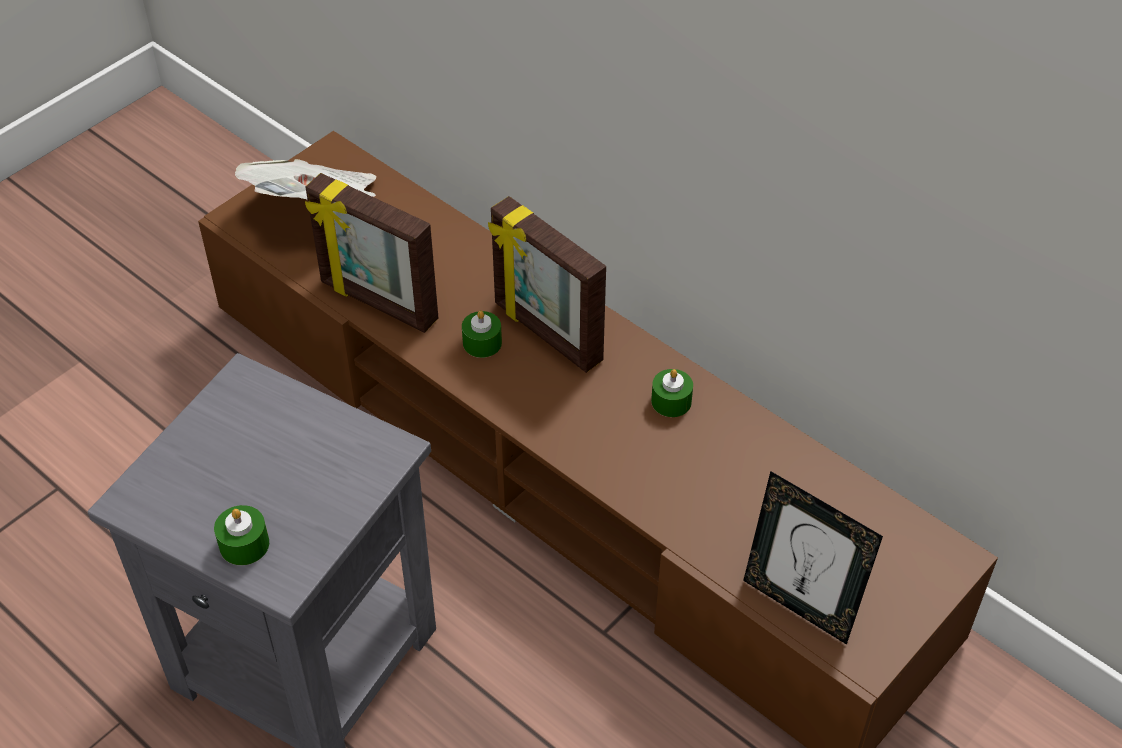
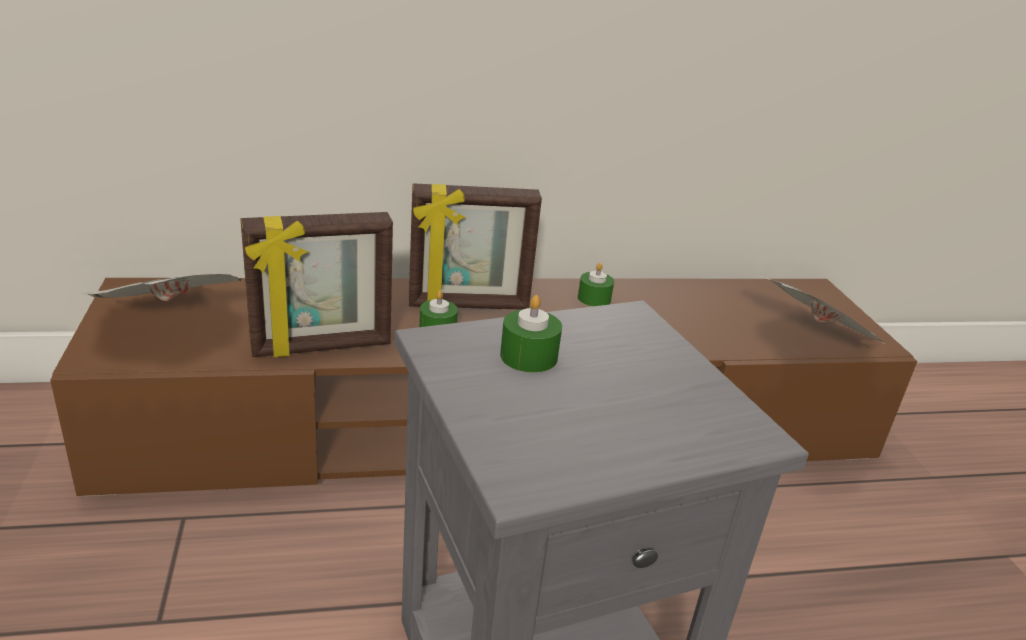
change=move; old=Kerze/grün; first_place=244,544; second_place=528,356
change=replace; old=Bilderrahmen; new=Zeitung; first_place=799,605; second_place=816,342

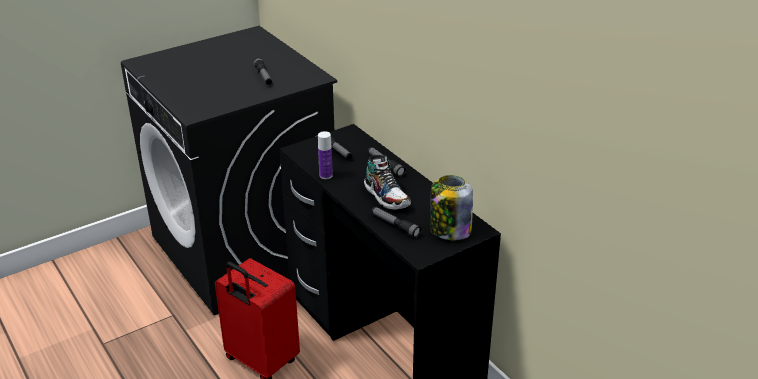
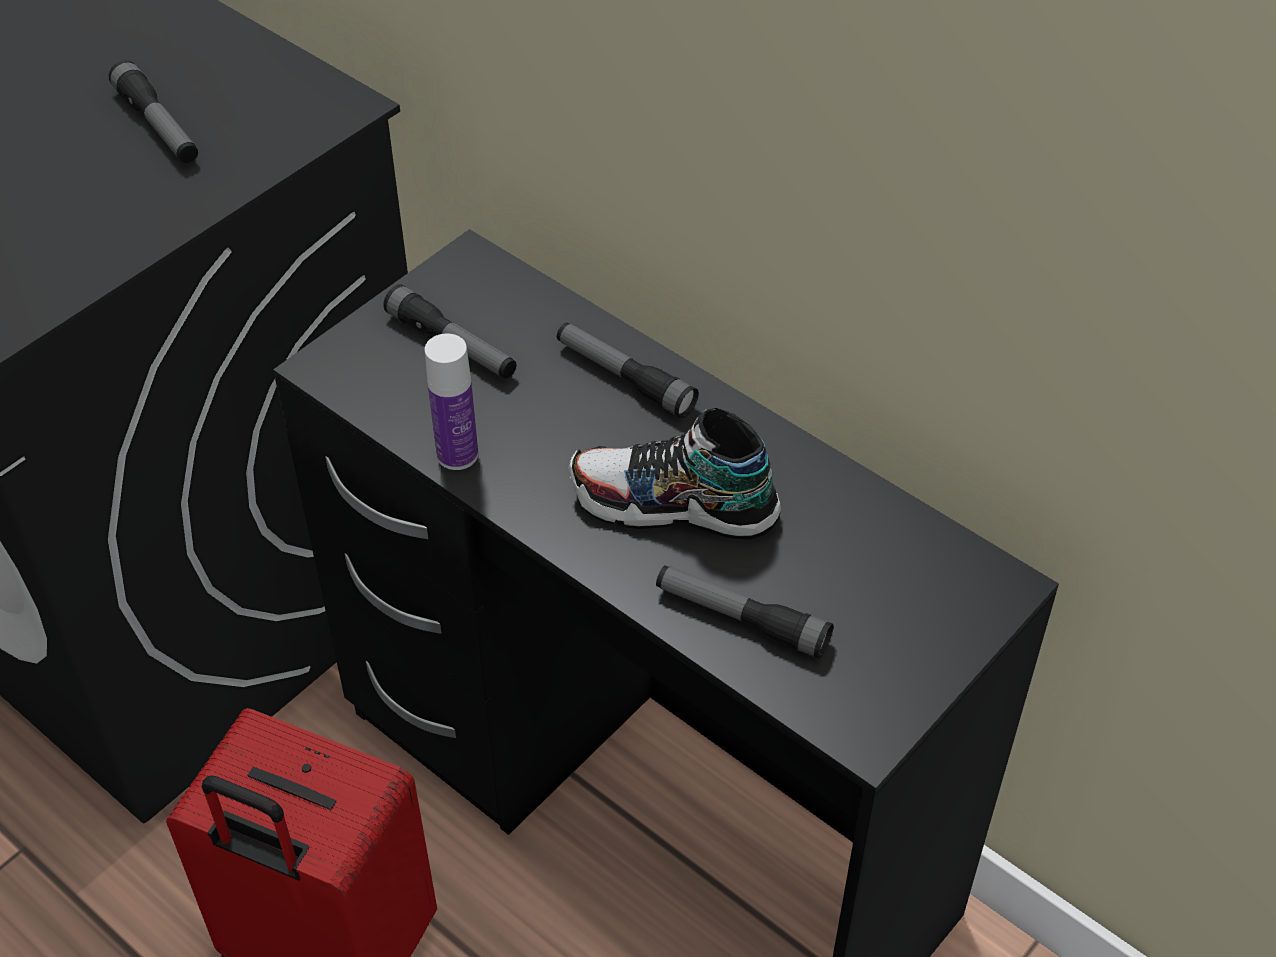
change=delete; old=Vorratsglas; first_place=449,230
change=rotate; old=Schuh; first_place=386,197; second_place=674,506; degrees=150

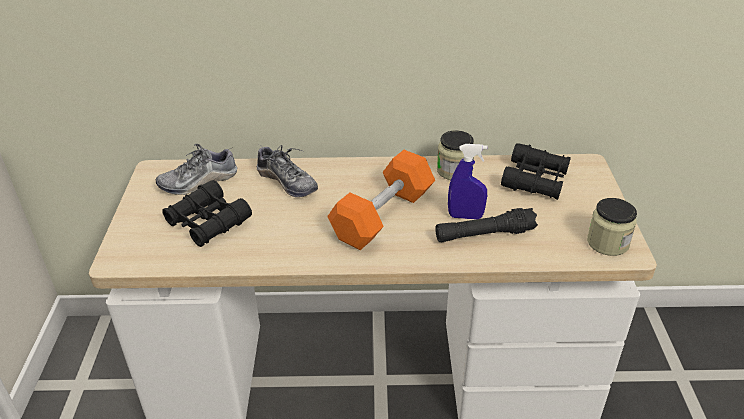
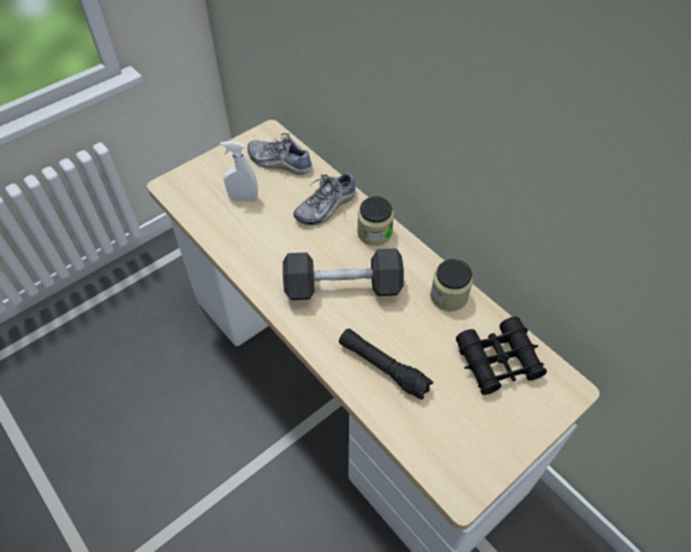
change=delete; old=Sprühflasche/blau; first_place=465,216
change=move; old=Vorratsglas; first_place=607,243; second_place=374,233
change=replace; old=Fernglas/schwarz; new=Sprühflasche/weiß; first_place=208,222; second_place=243,198
change=recolor; old=Hantel/orange; new=Hantel/schwarz; first_place=383,215; second_place=343,287
change=rotate; old=Schuh; first_place=287,182; second_place=326,207; degrees=45

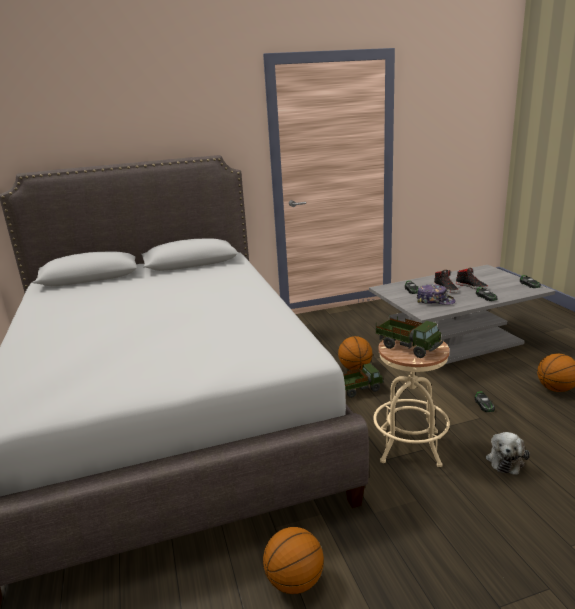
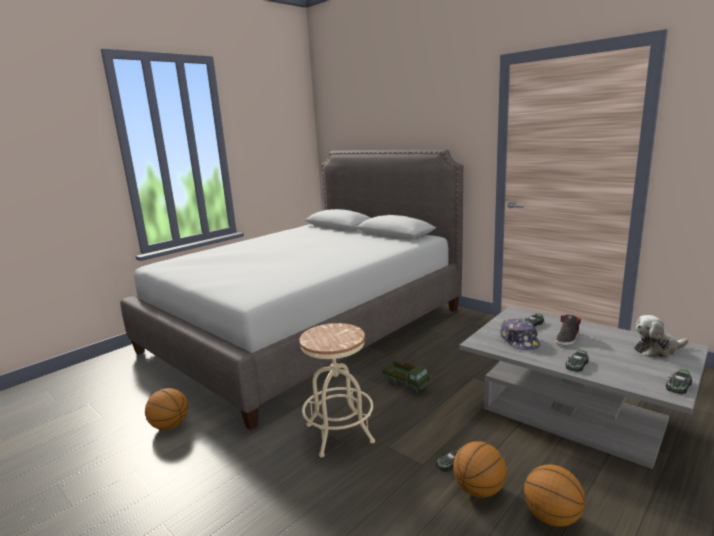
change=delete; old=Spielzeuglaster; first_place=408,347
change=delete; old=Schuh/schwarz; first_place=471,286
change=move; old=Basketball; first_place=355,368; second_place=479,489
change=move; old=Plüschtier; first_place=505,460; second_place=657,350

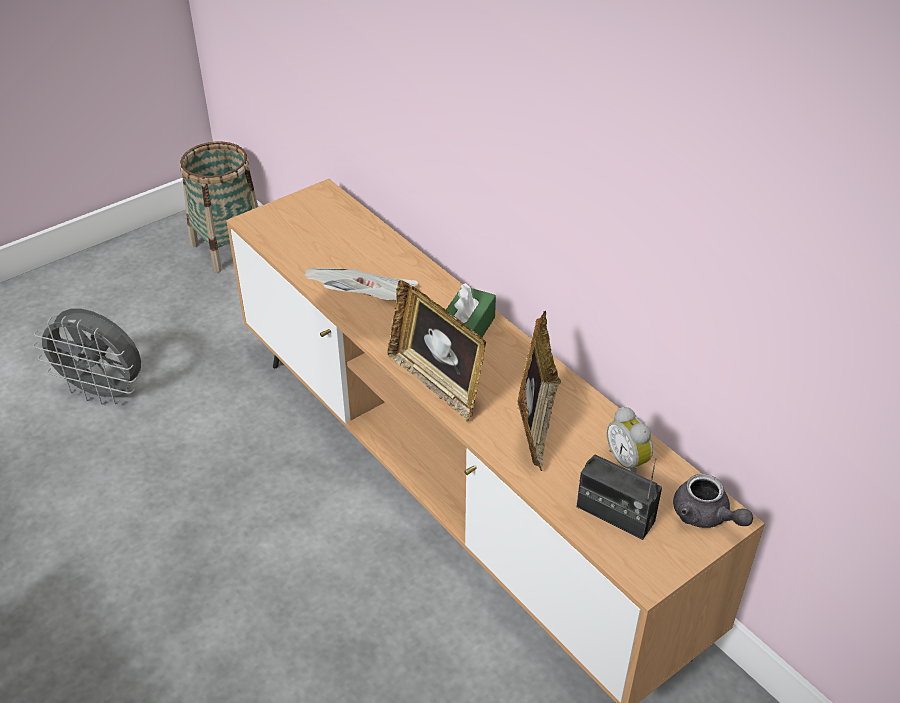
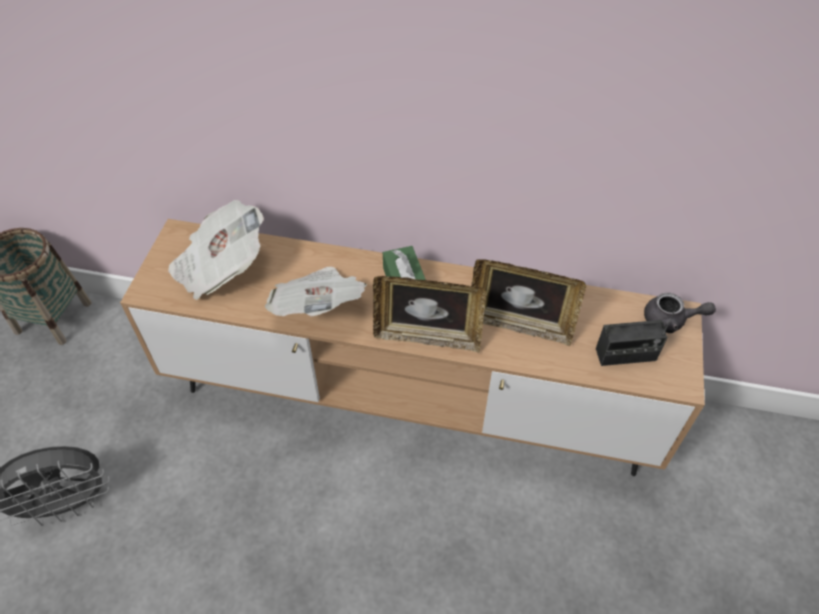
change=delete; old=Wecker; first_place=628,461
change=insert; new=Zeitung; second_place=220,267
change=rotate; old=Bilderrahmen; first_place=536,425; second_place=520,324; degrees=135

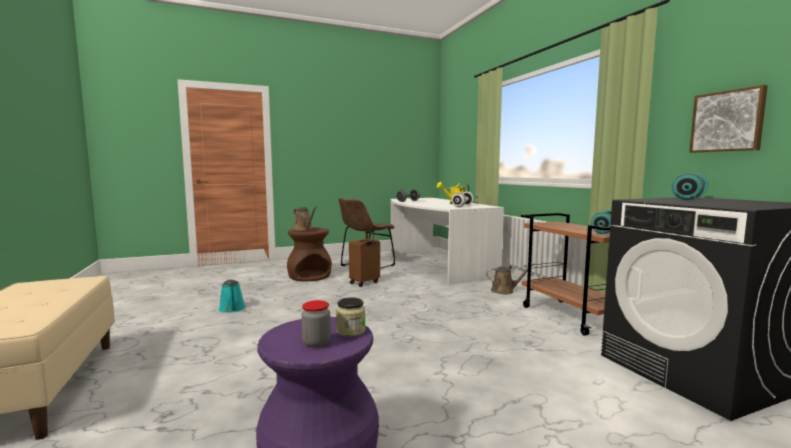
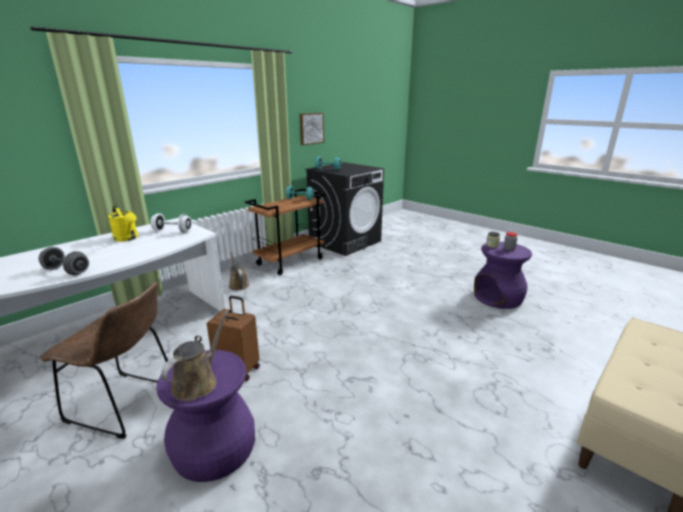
change=delete; old=Gießkanne/türkis; first_place=232,309
change=recolor; old=Hocker/braun; new=Hocker/lila; first_place=310,276; second_place=213,448

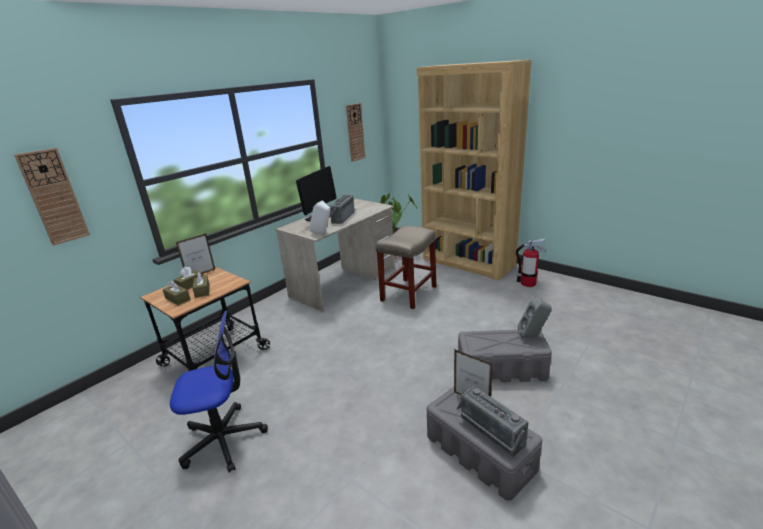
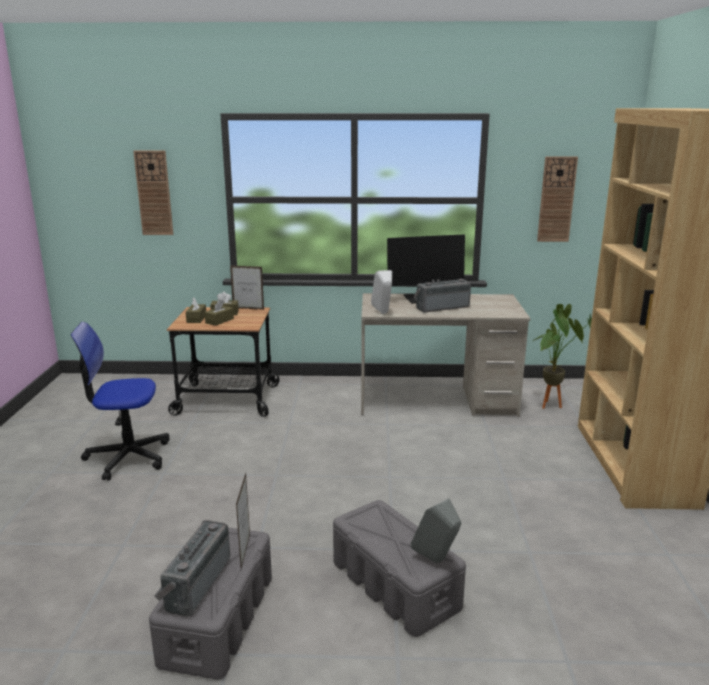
change=delete; old=Hocker/beige; first_place=408,294
change=delete; old=Feuerlöscher; first_place=528,283
change=rotate; old=Bürostuhl; first_place=224,439; second_place=128,457; degrees=135

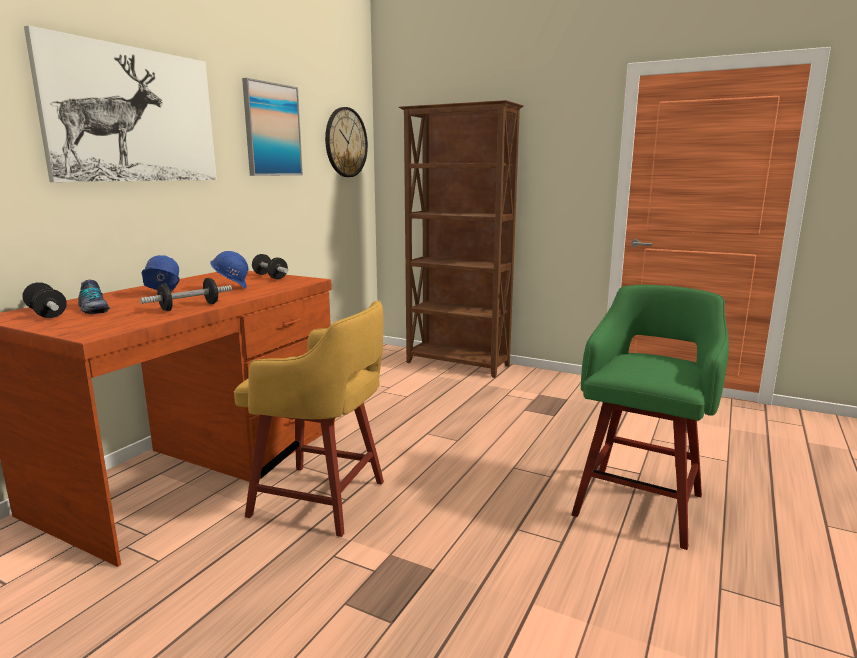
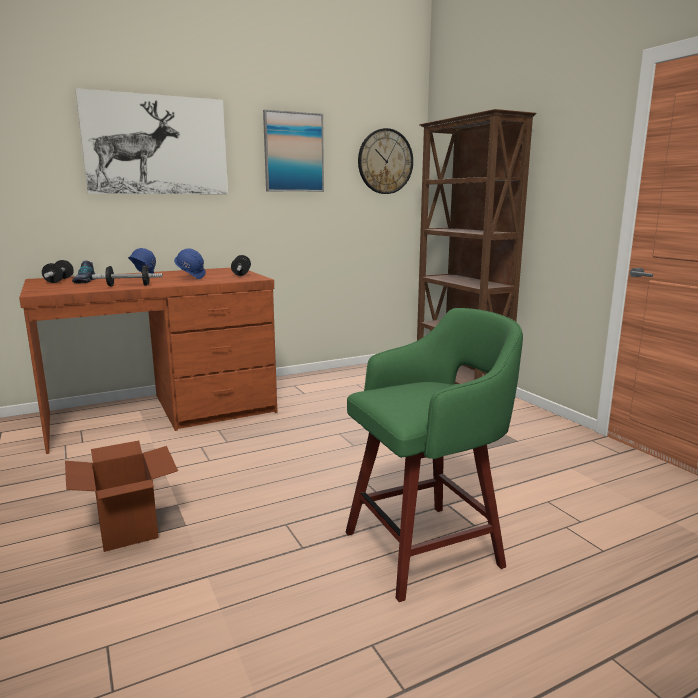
change=delete; old=Hocker/gelb; first_place=322,500
change=insert; new=Karton; second_place=128,528

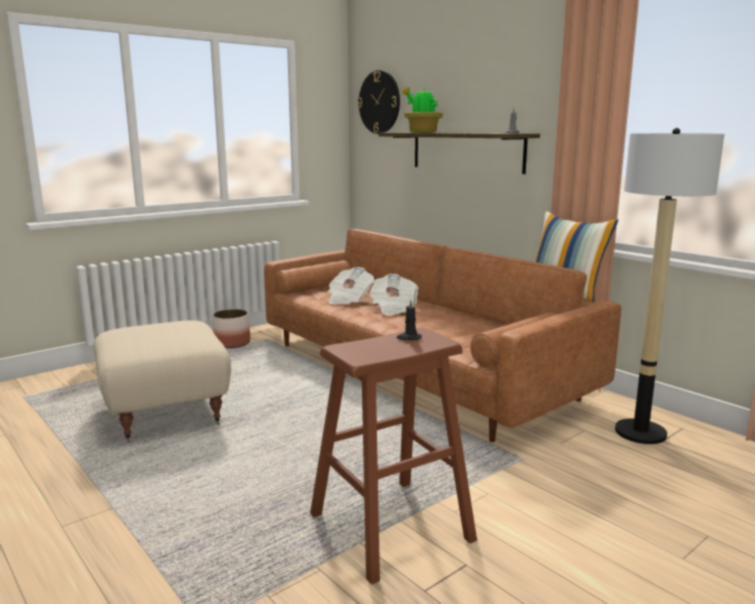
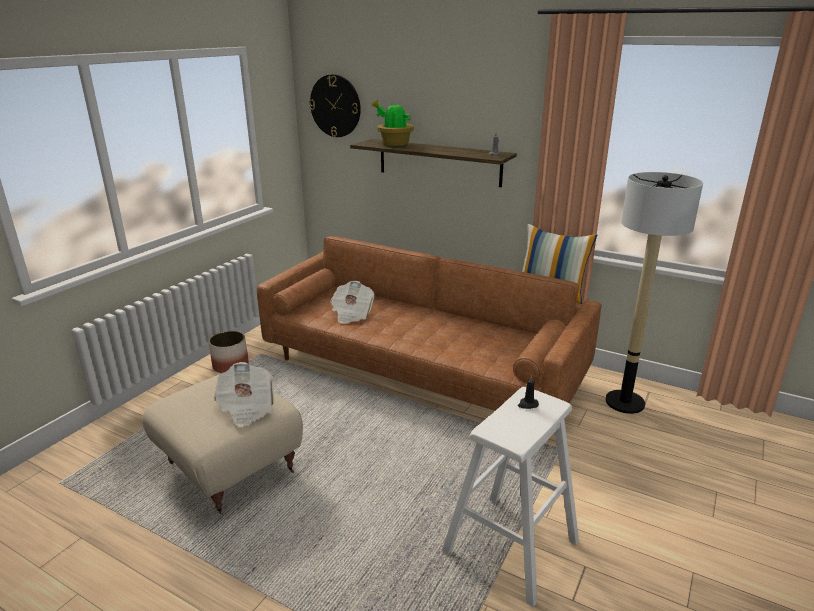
change=move; old=Zeitung; first_place=393,308; second_place=247,408
change=recolor; old=Hocker/braun; new=Hocker/weiß; first_place=390,527; second_place=510,546

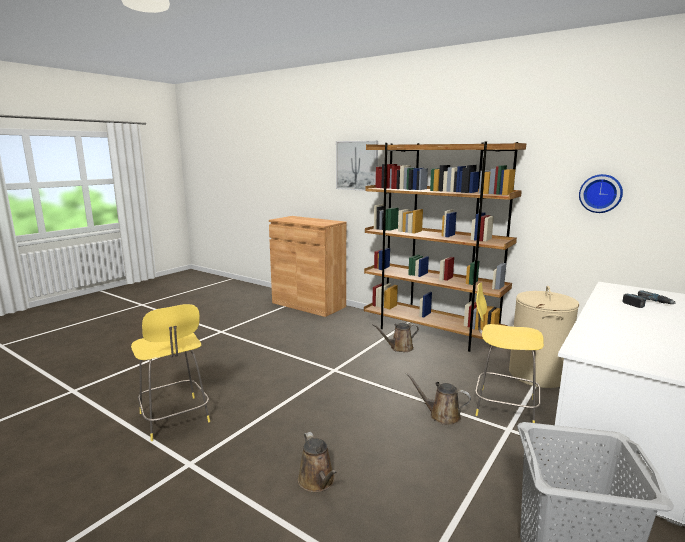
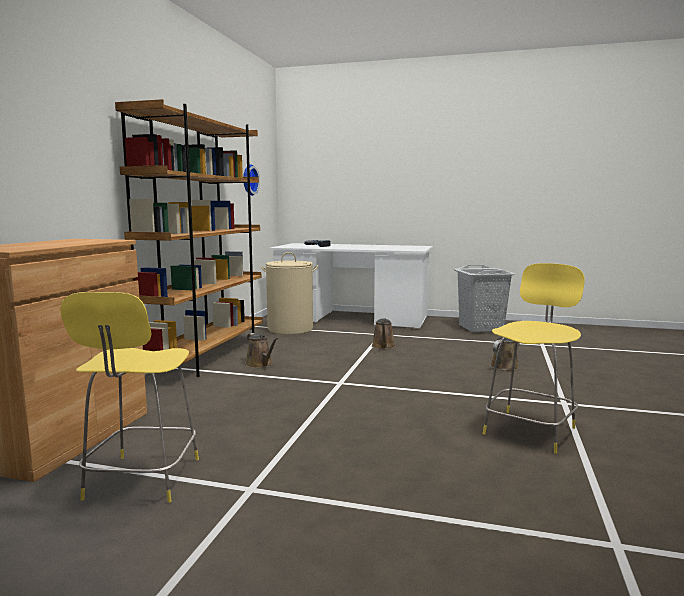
change=delete; old=Bild; first_place=357,165
change=move; old=Hocker/gelb; first_place=502,406; second_place=141,480

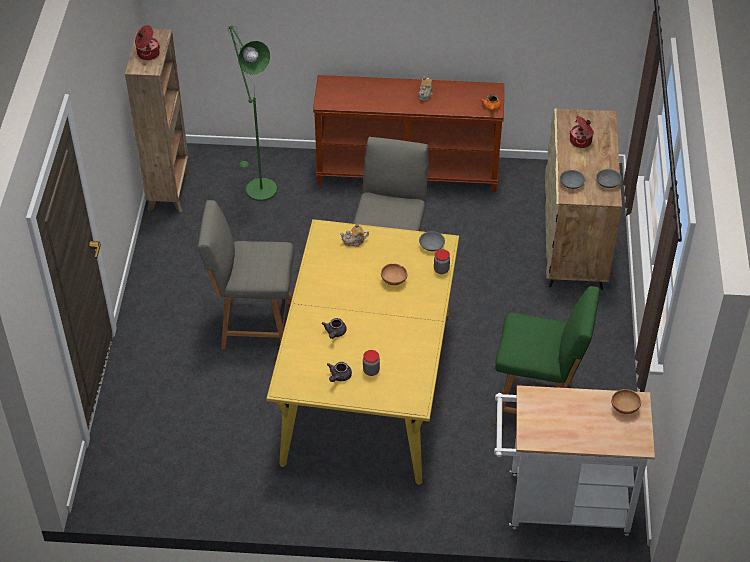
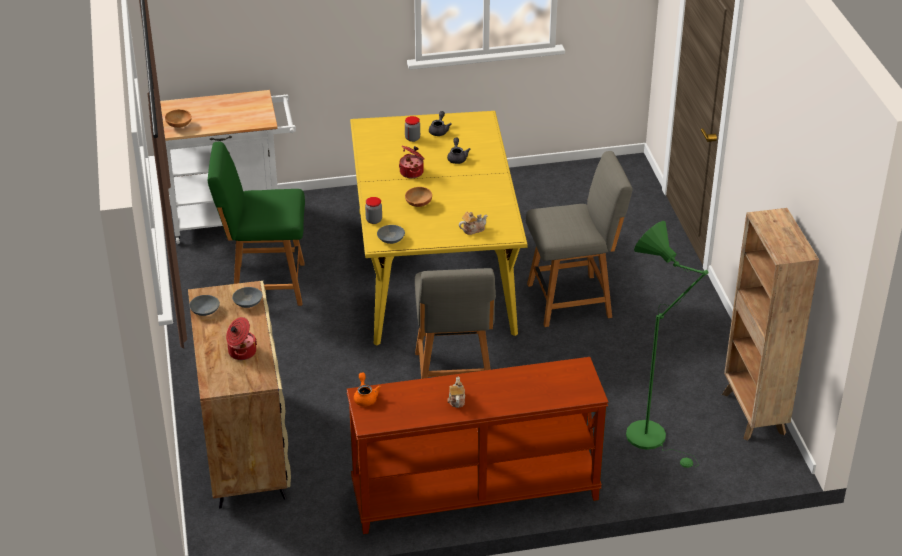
change=move; old=Kochtopf; first_place=147,53; second_place=412,172

